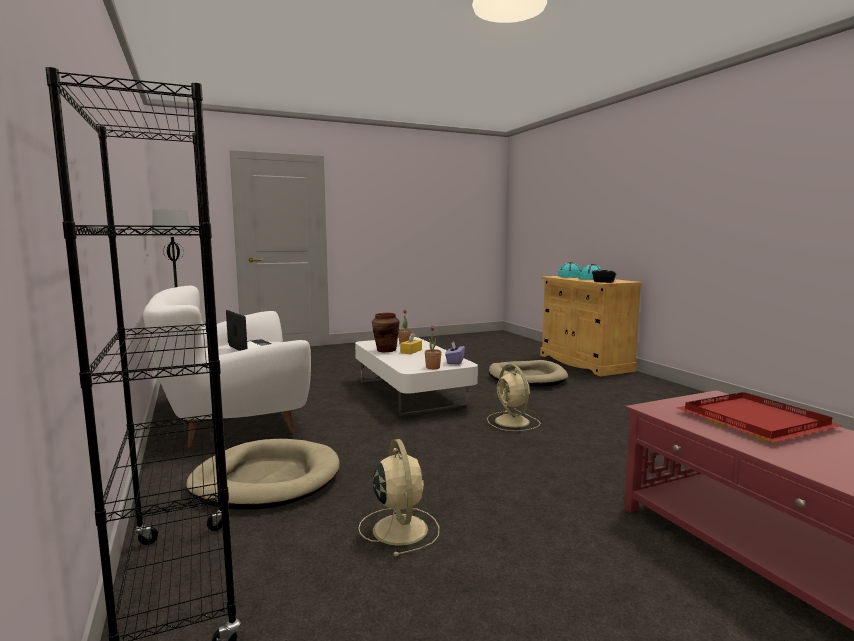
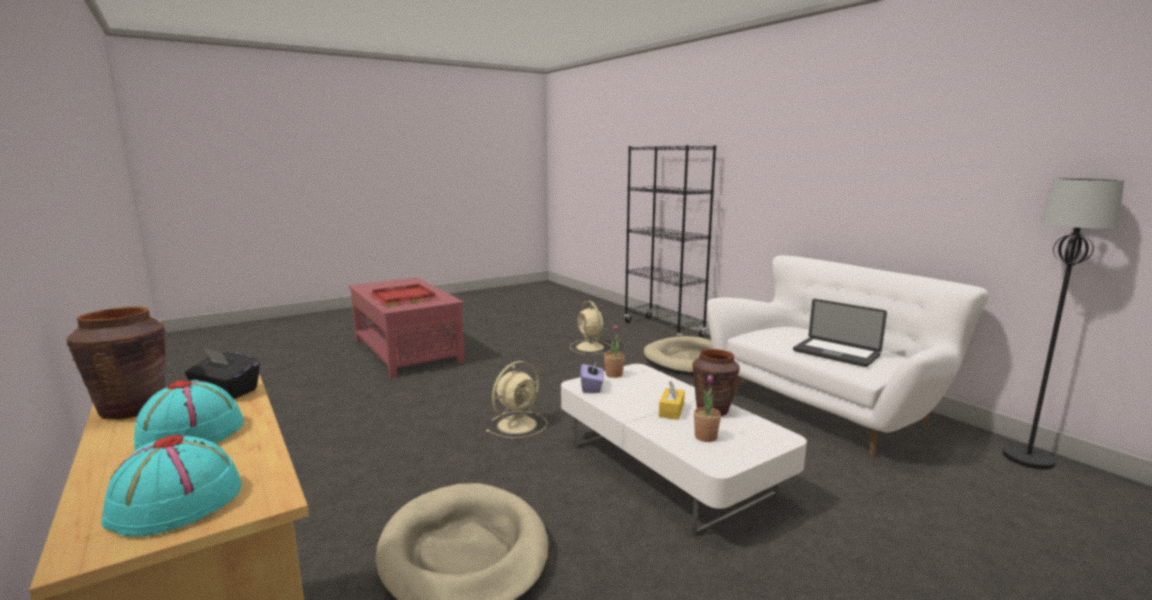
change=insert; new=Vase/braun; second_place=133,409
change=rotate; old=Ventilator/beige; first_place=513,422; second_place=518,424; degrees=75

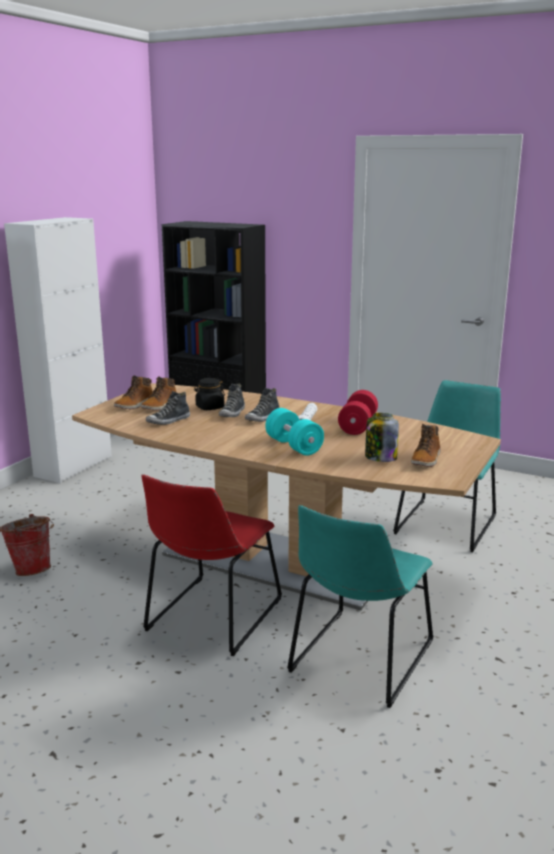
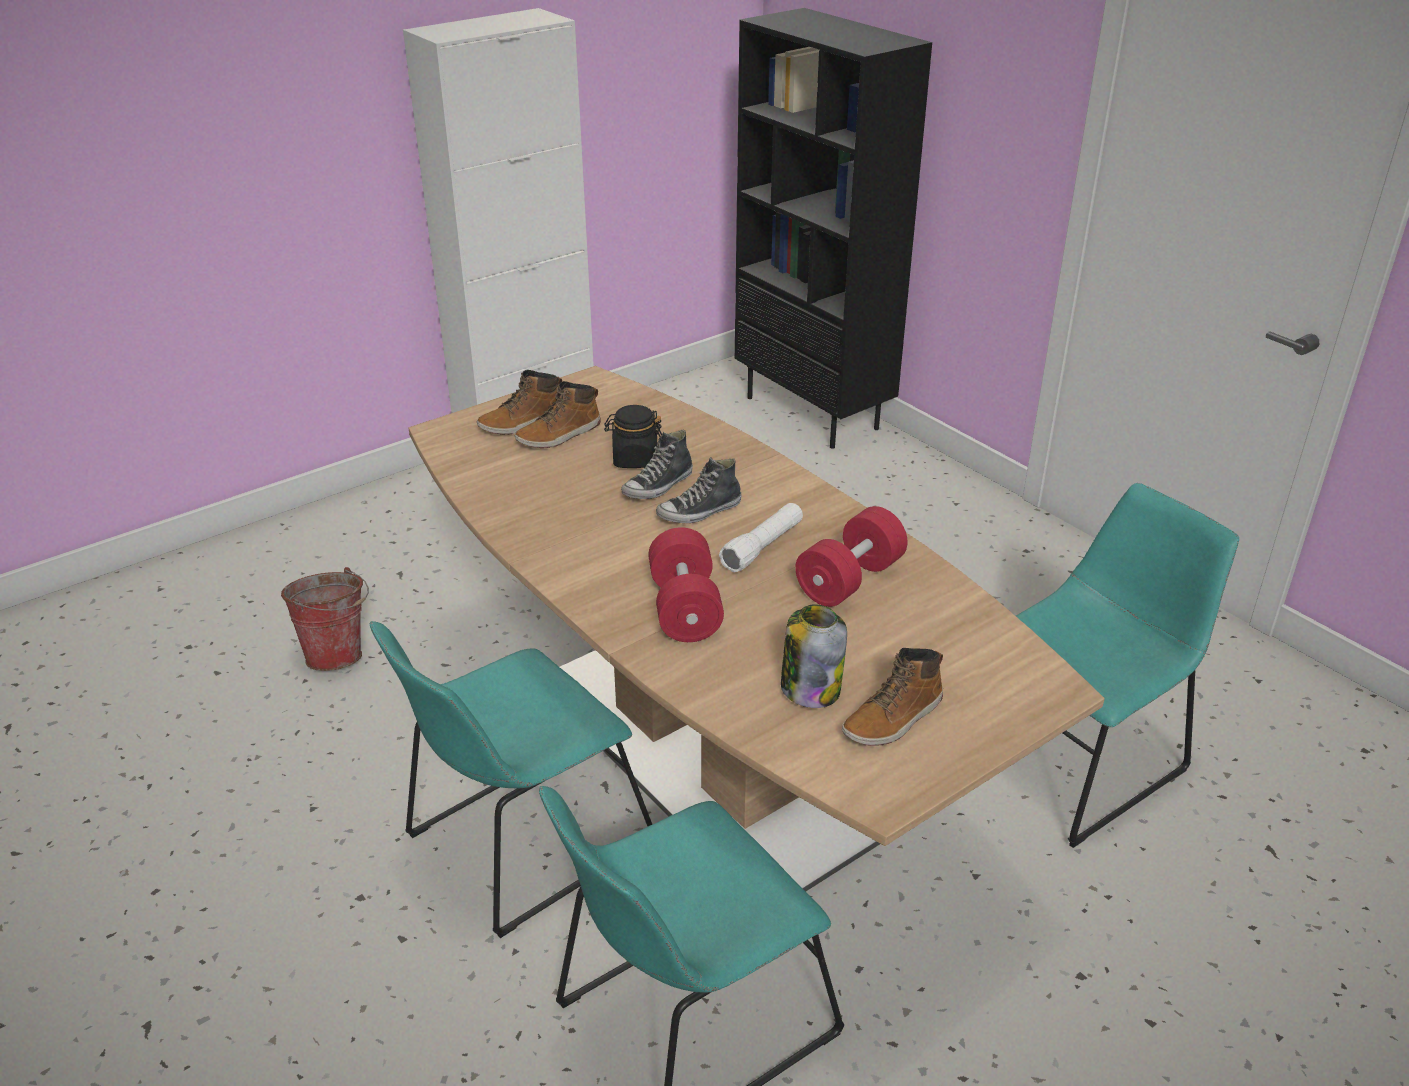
change=delete; old=Schuh; first_place=168,421
change=recolor; old=Stuhl/rot; new=Stuhl/türkis; first_place=211,617; second_place=521,844
change=recolor; old=Hantel/türkis; new=Hantel/rot; first_place=294,446; second_place=685,608

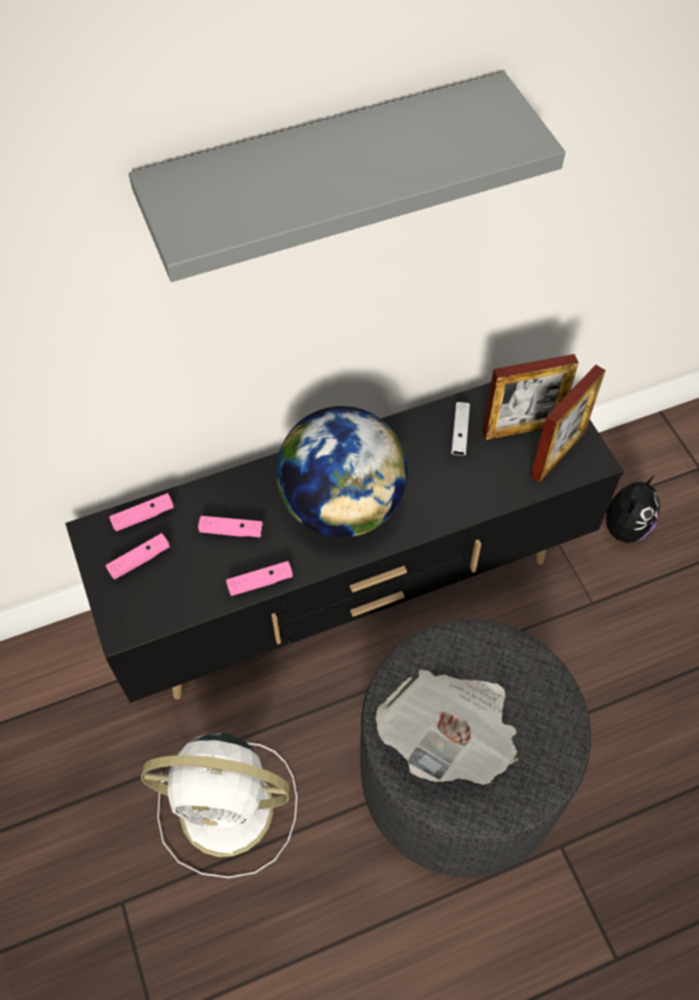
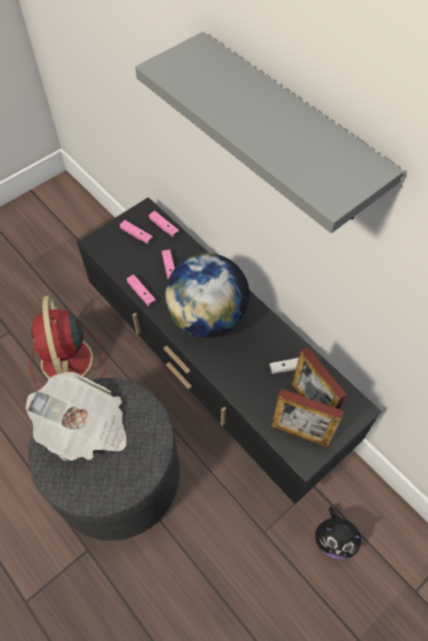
change=recolor; old=Ventilator/weiß; new=Ventilator/rot; first_place=231,808; second_place=67,362

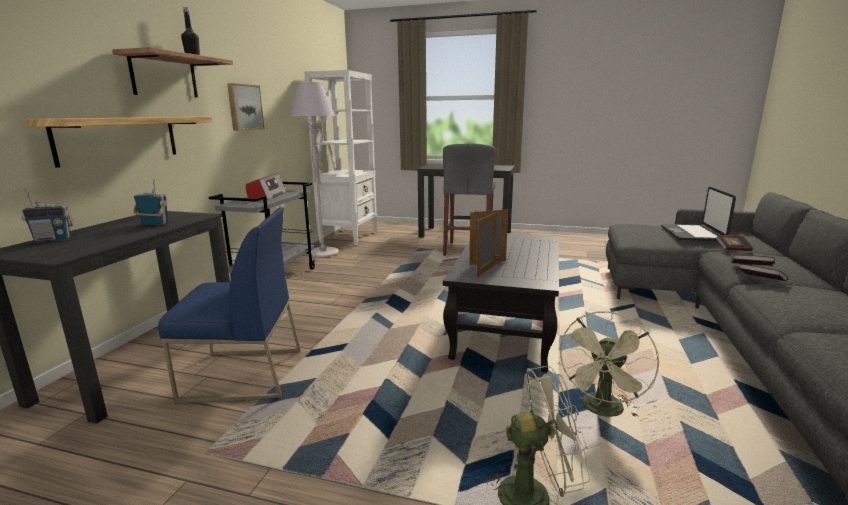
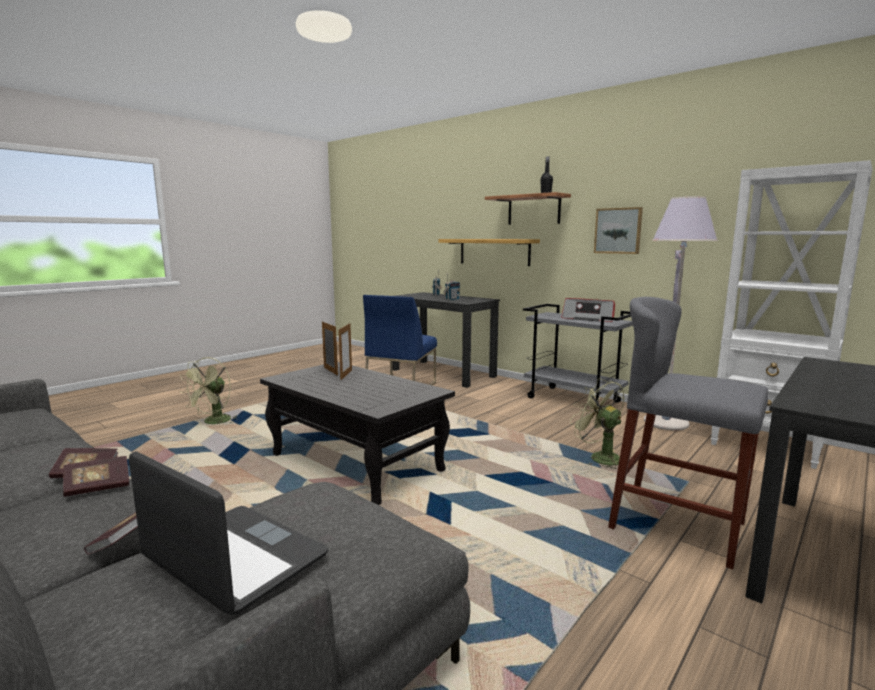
change=move; old=Ventilator/grün; first_place=602,411; second_place=599,457

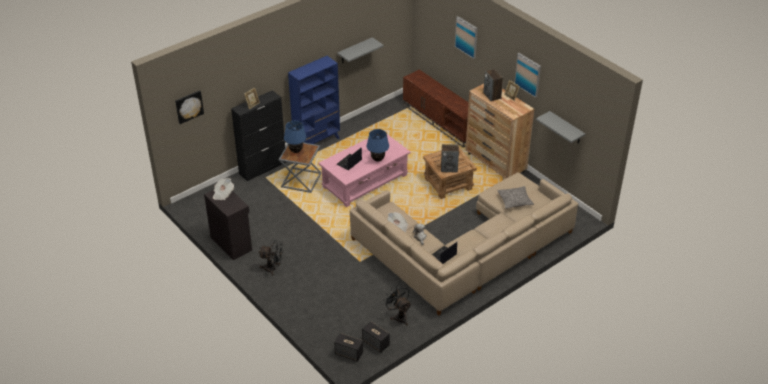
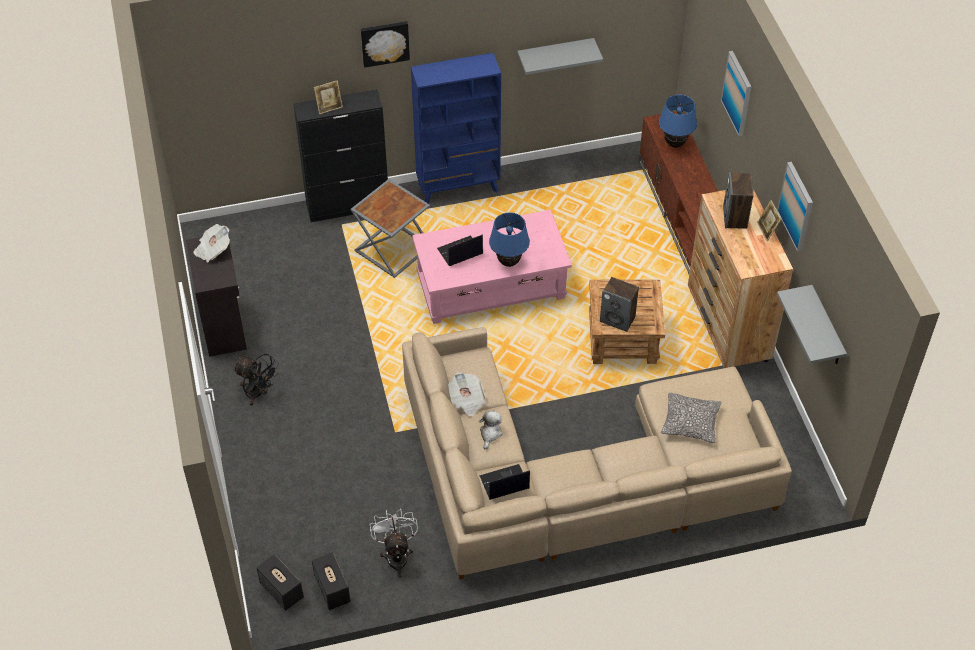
change=move; old=Bild; first_place=189,106; second_place=384,42
change=move; old=Tischlampe/blau; first_place=296,151; second_place=674,144
change=recolor; old=Ventilator/schwarz; new=Ventilator/weiß; first_place=399,316; second_place=396,555

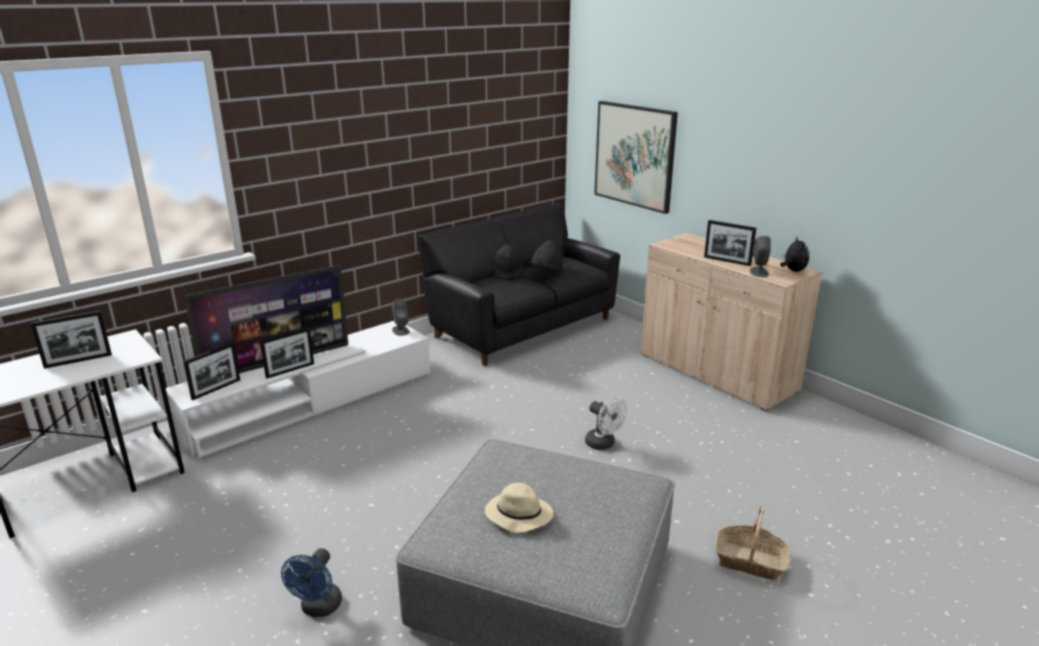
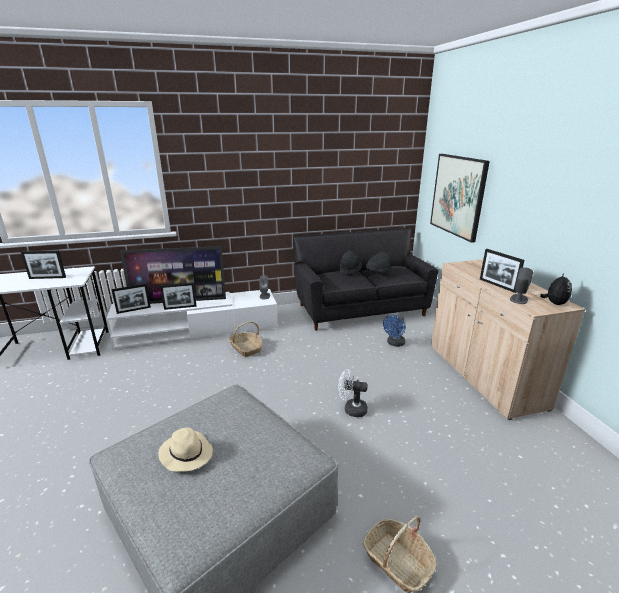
change=insert; new=Korb; second_place=246,348
change=move; old=Ventilator/blau; first_place=318,608; second_place=394,343
change=rotate; old=Ventilator/weiß; first_place=603,444; second_place=351,409; degrees=120

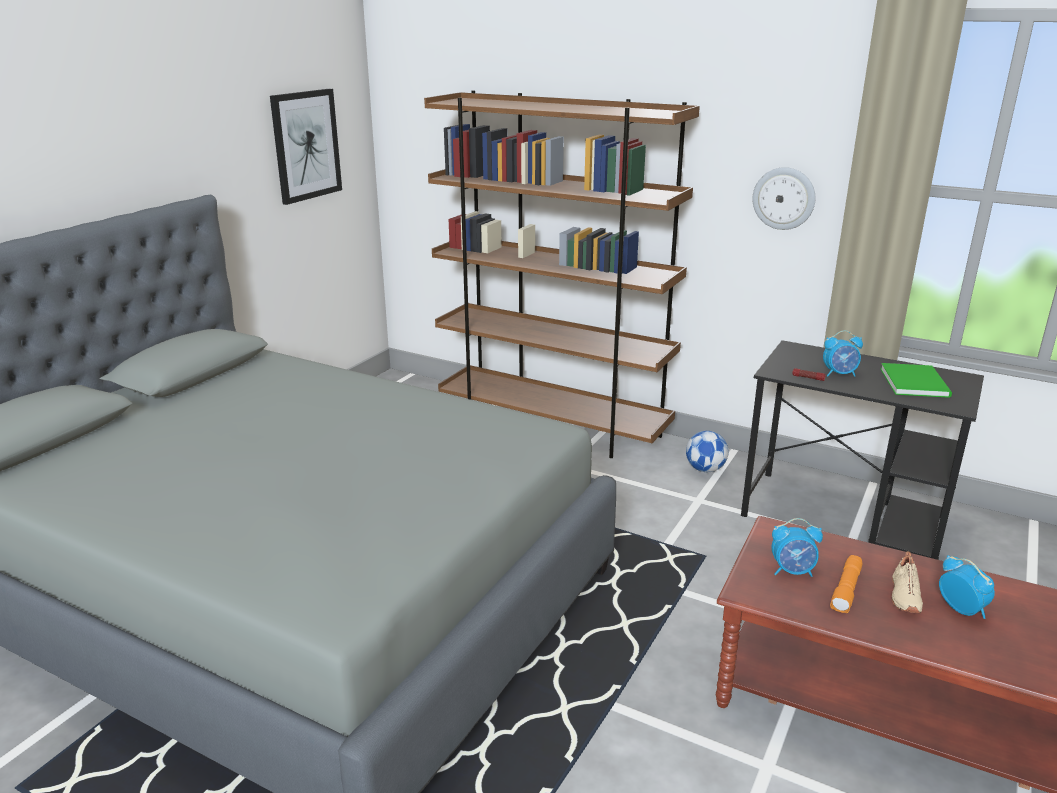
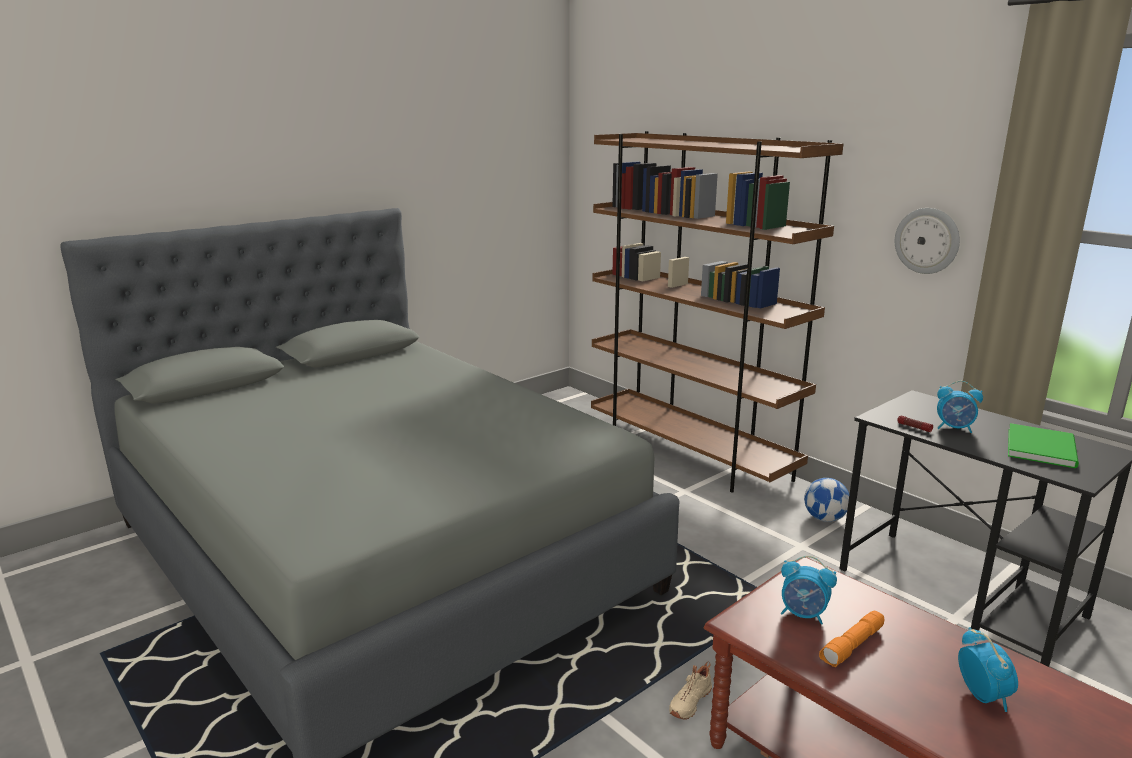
change=delete; old=Bild; first_place=306,145
change=move; old=Schuh/beige; first_place=903,595; second_place=689,701

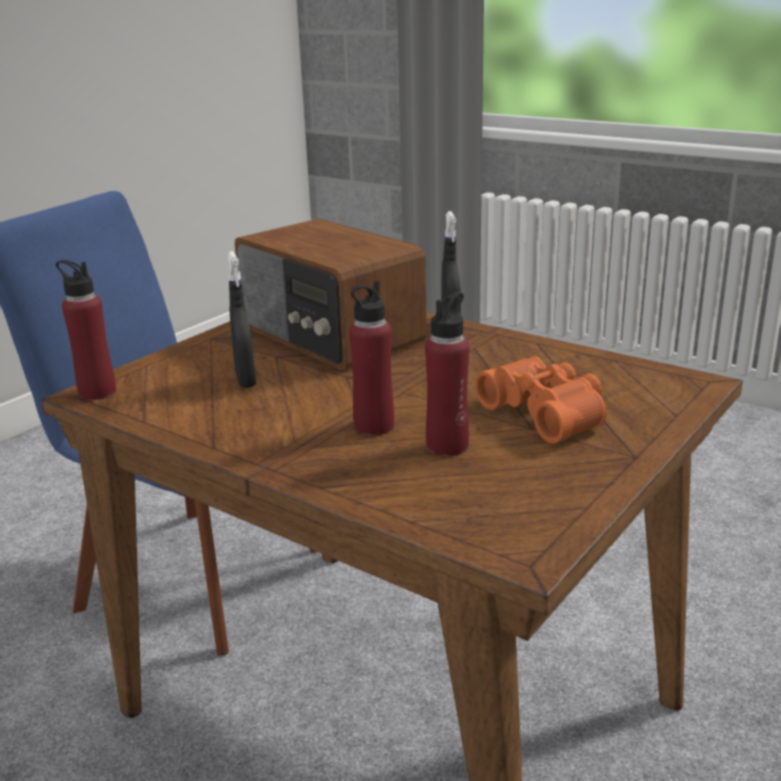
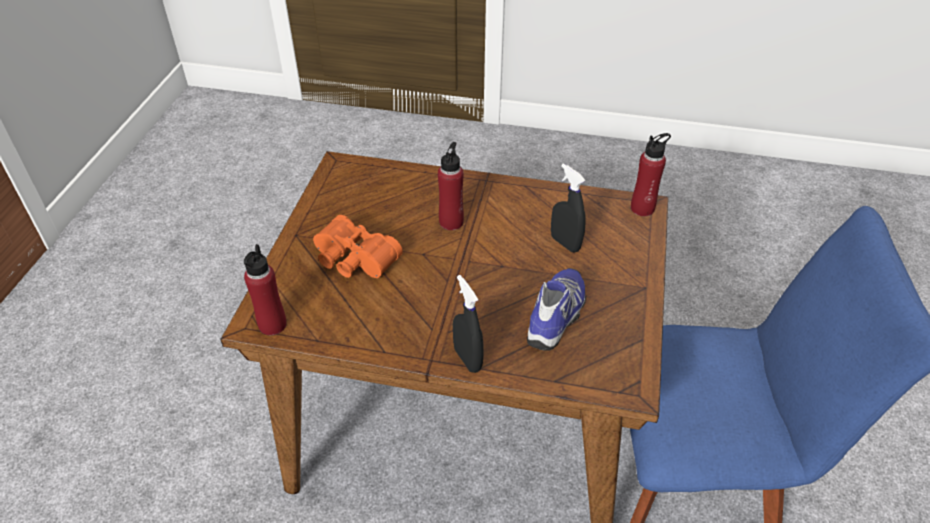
change=move; old=Flasche/rot; first_place=447,446; second_place=272,325
change=replace; old=Radio; new=Schuh; first_place=330,335; second_place=558,317

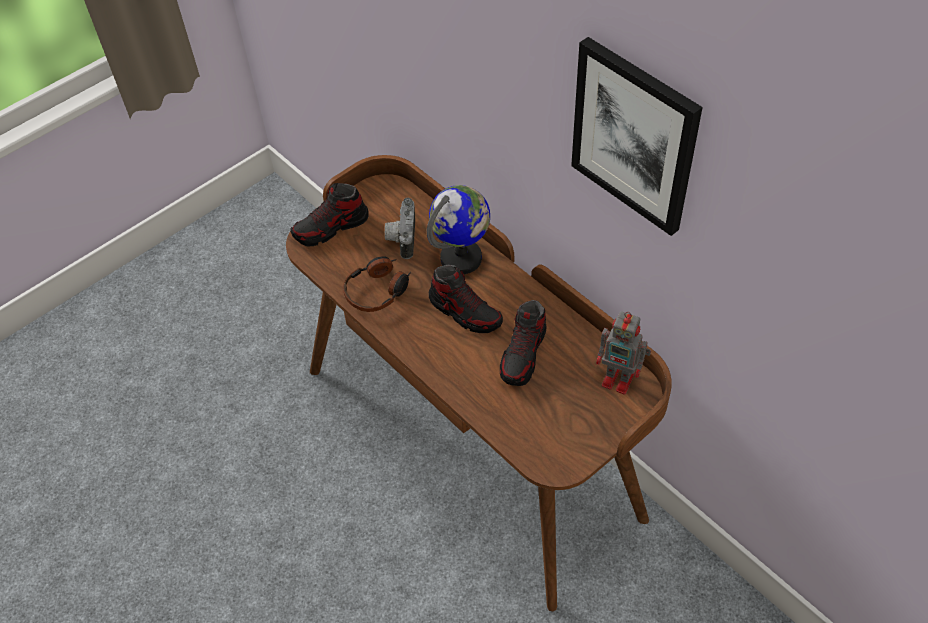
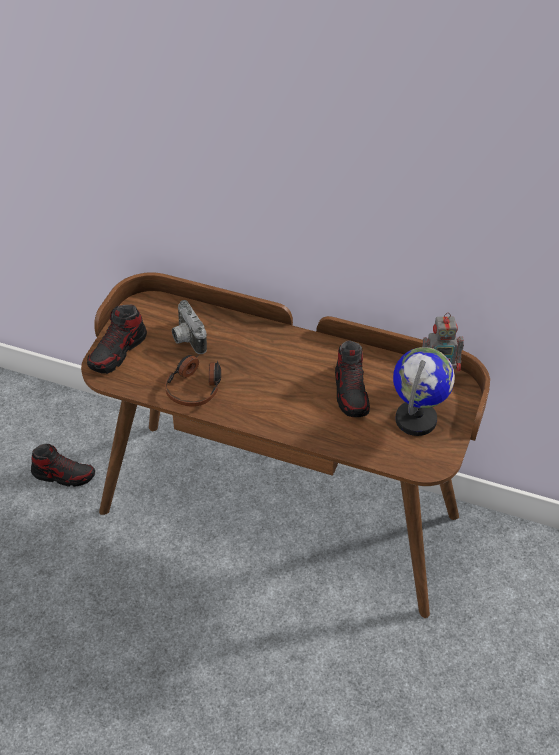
change=delete; old=Bild; first_place=634,136
change=move; old=Globus; first_place=462,258; second_place=416,419
change=move; old=Schuh; first_place=465,312; second_place=64,475

